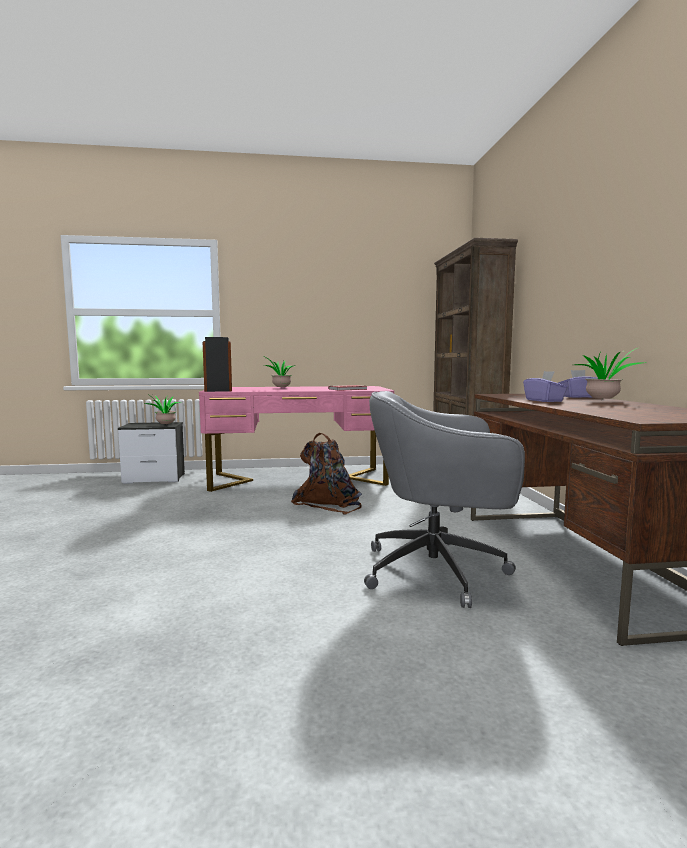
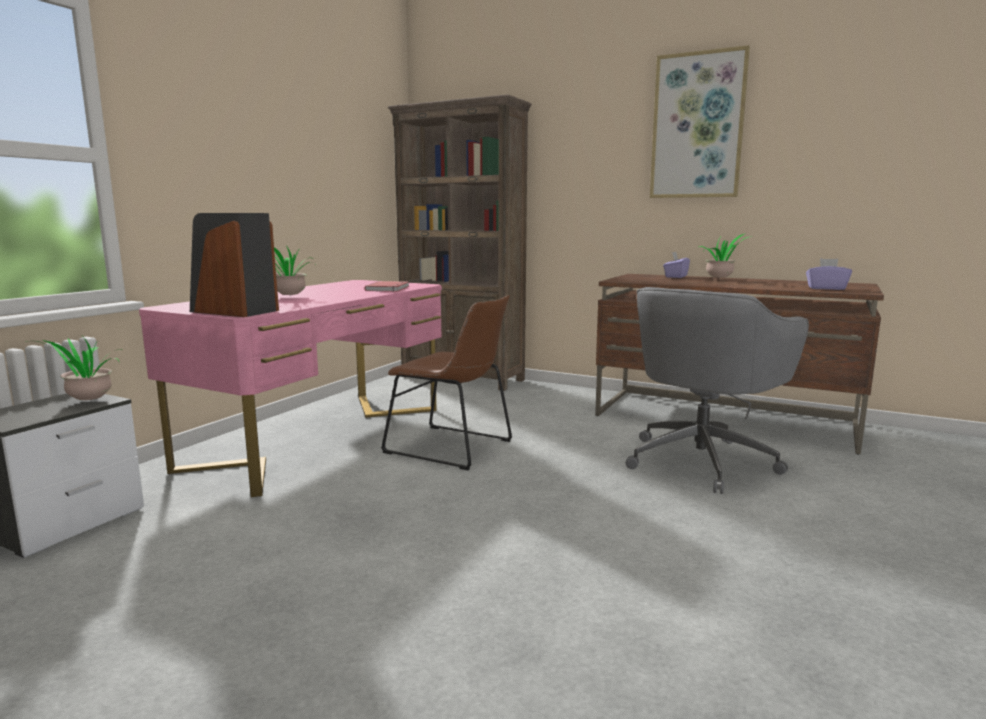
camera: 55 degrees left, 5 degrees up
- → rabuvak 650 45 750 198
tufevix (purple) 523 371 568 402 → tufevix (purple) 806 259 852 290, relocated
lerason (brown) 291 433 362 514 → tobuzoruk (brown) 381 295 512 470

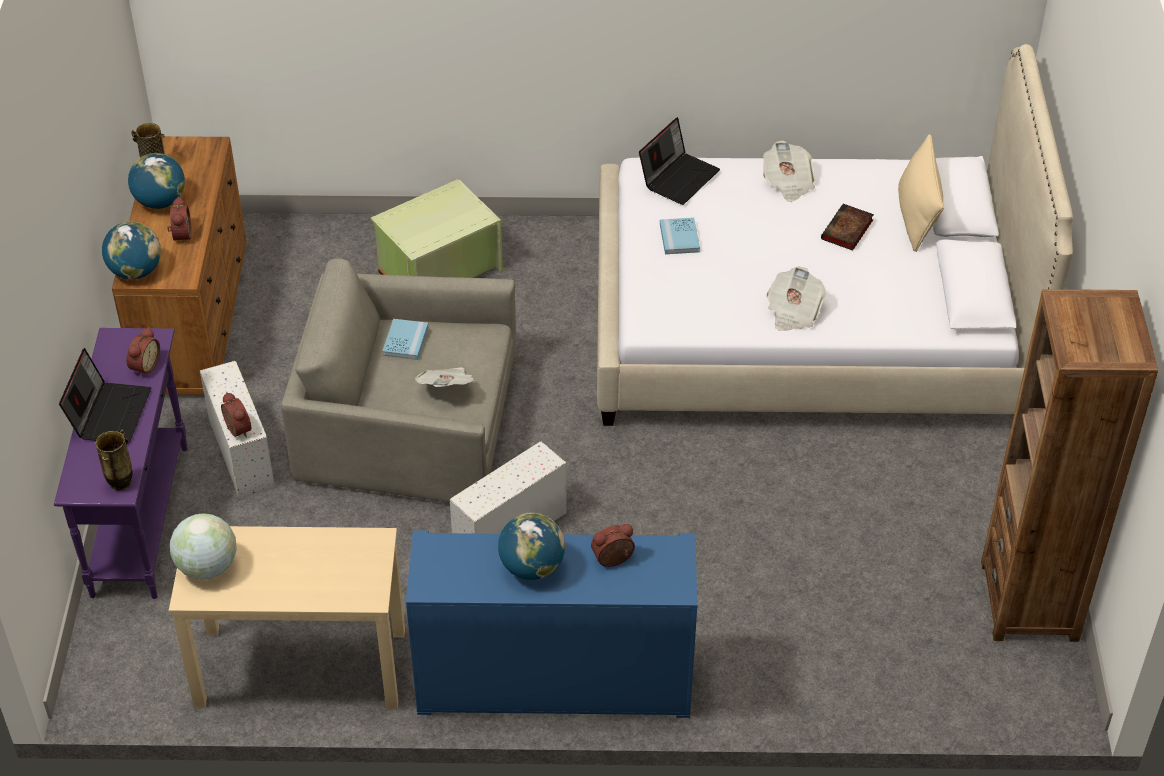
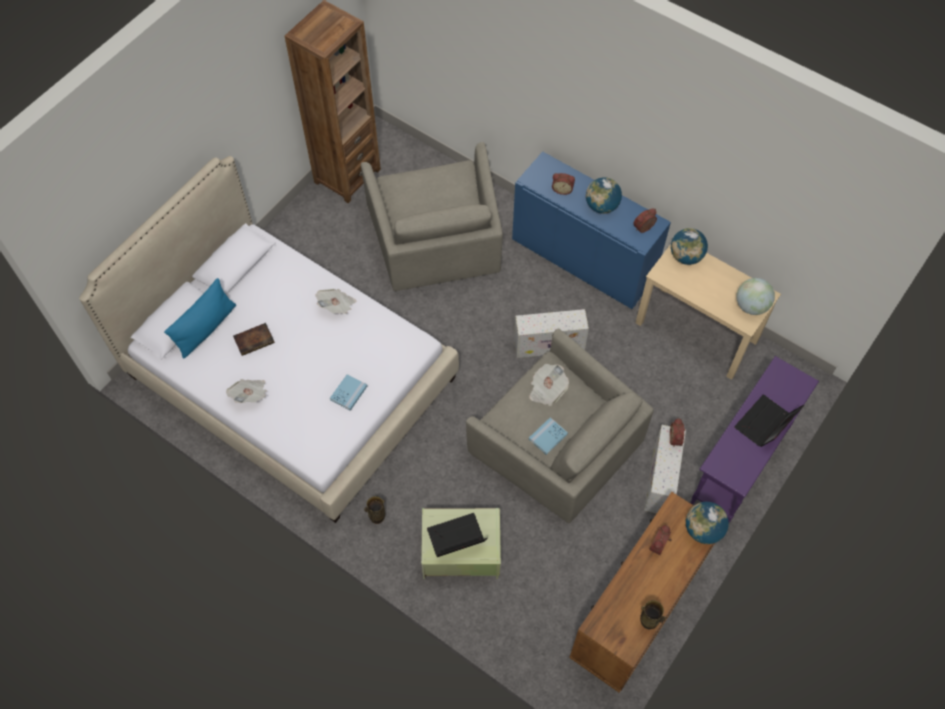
camera: 145 degrees left, 15 degrees up
- → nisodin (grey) 361 142 503 291
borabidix 96 429 133 491 → borabidix 364 496 385 524, relocated
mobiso 126 327 160 377 → mobiso 633 208 657 233, relocated
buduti 128 153 185 209 → buduti 671 228 708 265, relocated
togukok 639 117 720 205 → togukok 427 513 488 557, relocated
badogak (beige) 898 134 944 252 → badogak (blue) 164 278 236 359

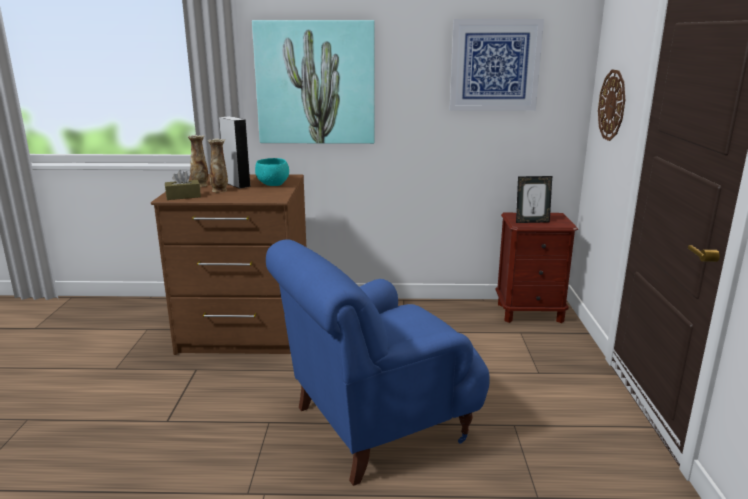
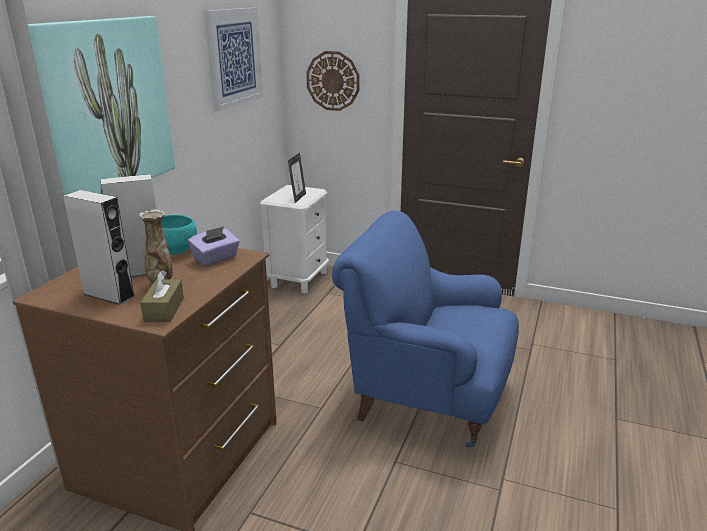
camera: 70 degrees left, 5 degrees up
- → tufevix (purple) 188 226 240 266
borabidix 187 135 209 187 → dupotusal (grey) 63 190 135 305
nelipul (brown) 496 213 578 323 → nelipul (white) 260 185 329 294
nisodin (blue) 266 239 490 486 → nisodin (blue) 332 211 519 448, 120 degrees clockwise

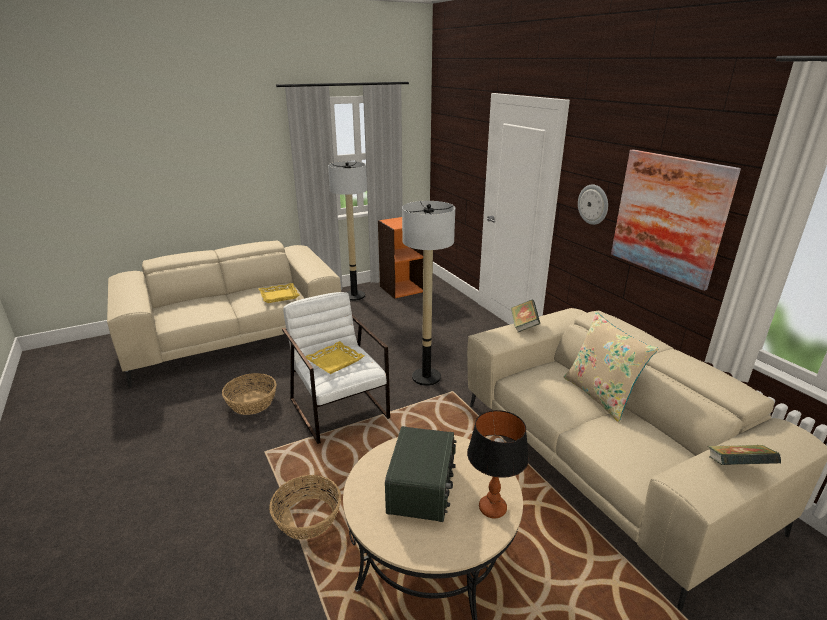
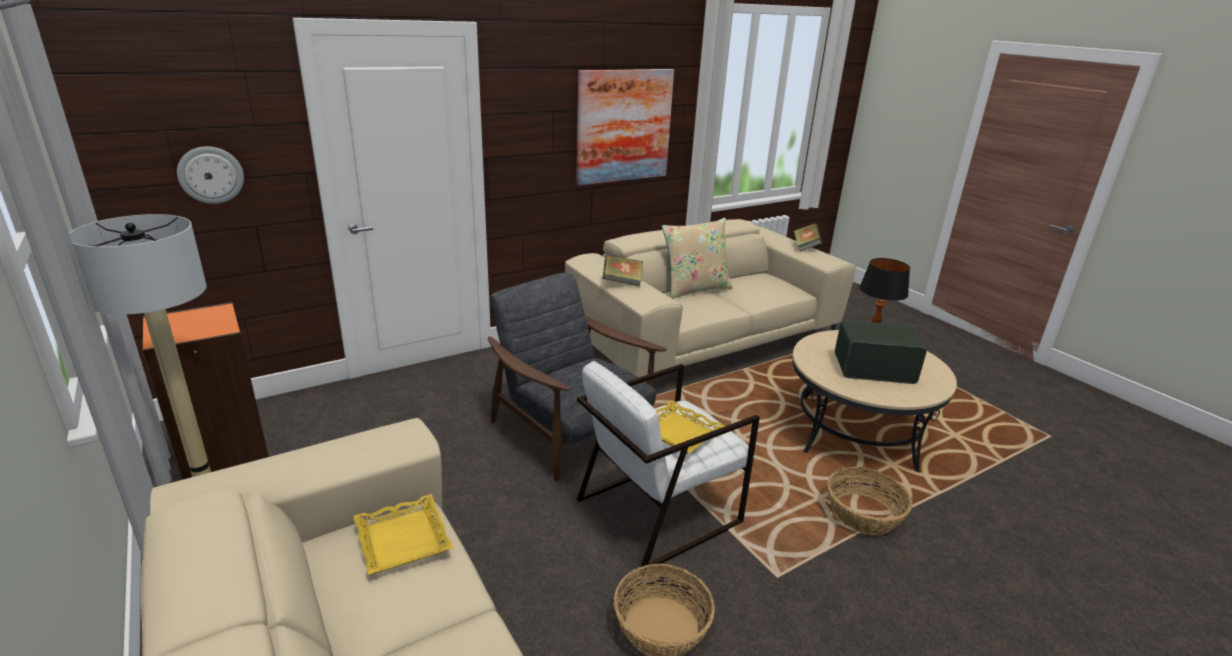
camera: 95 degrees left, 0 degrees up
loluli 578 184 608 225 → loluli 177 146 244 204, relocated
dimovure 402 201 455 386 → nisodin (grey) 488 272 667 481

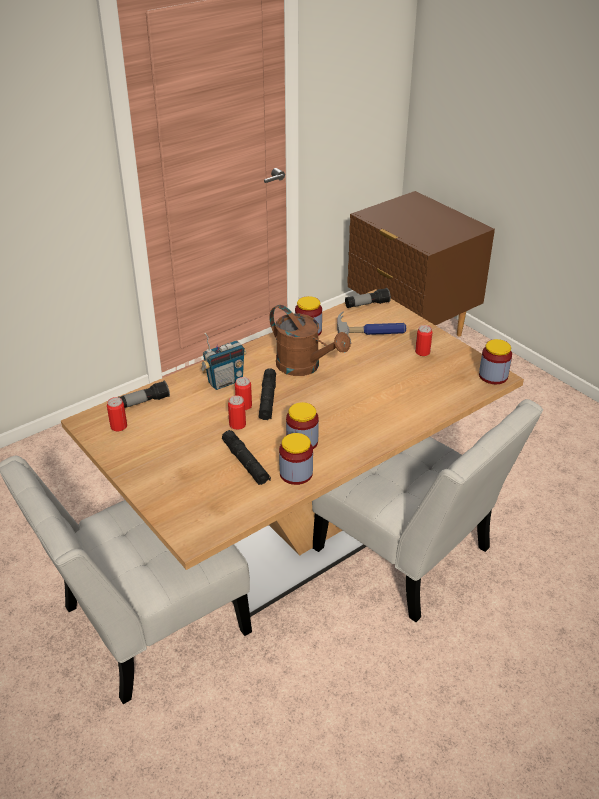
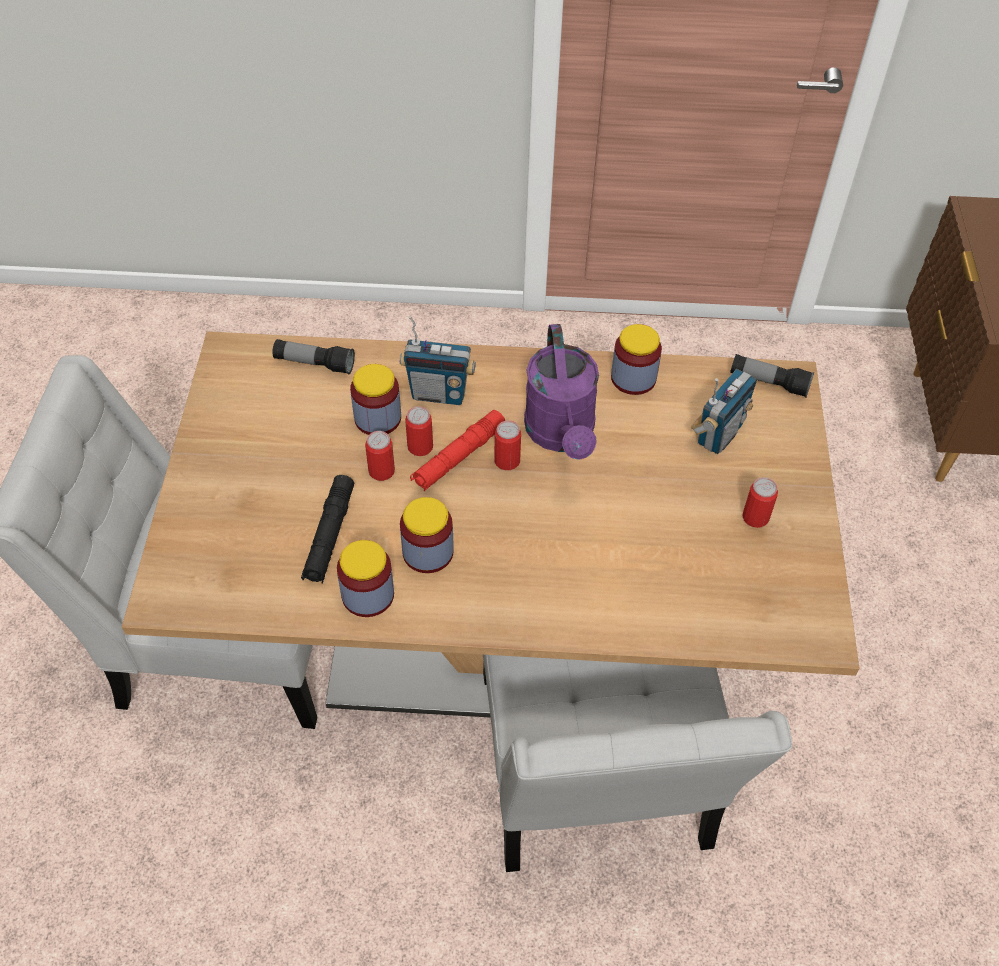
camera: 40 degrees right, 15 degrees up
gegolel 107 397 127 431 → gegolel 494 421 521 470, relocated
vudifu 479 339 512 384 → vudifu 350 364 401 435, relocated
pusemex 337 312 406 345 → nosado 691 369 757 454
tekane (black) 258 368 276 420 → tekane (red) 410 410 505 491
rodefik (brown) 269 305 351 376 → rodefik (purple) 524 324 599 460

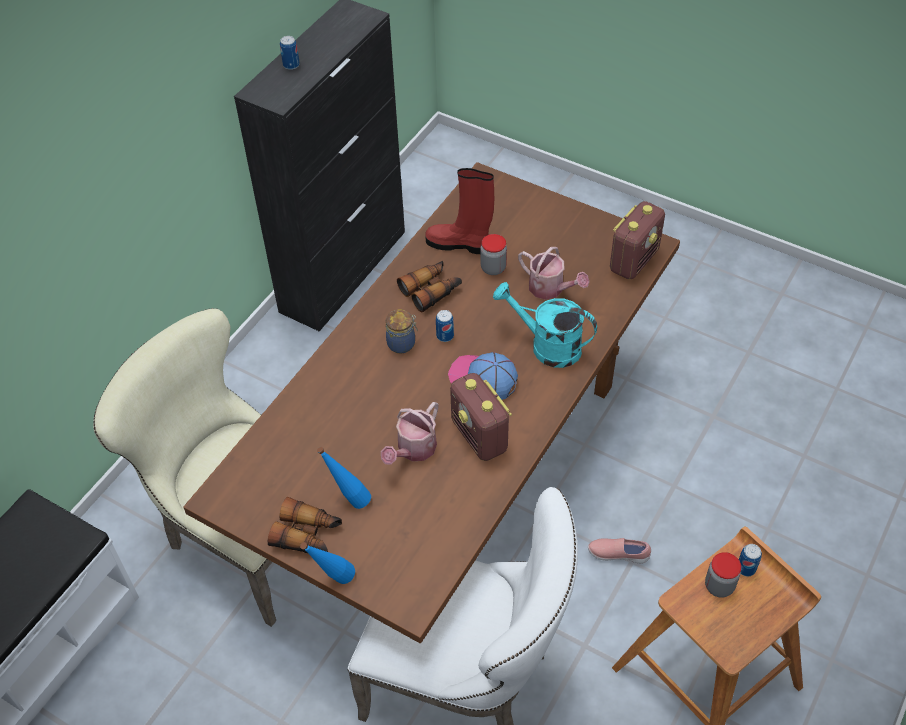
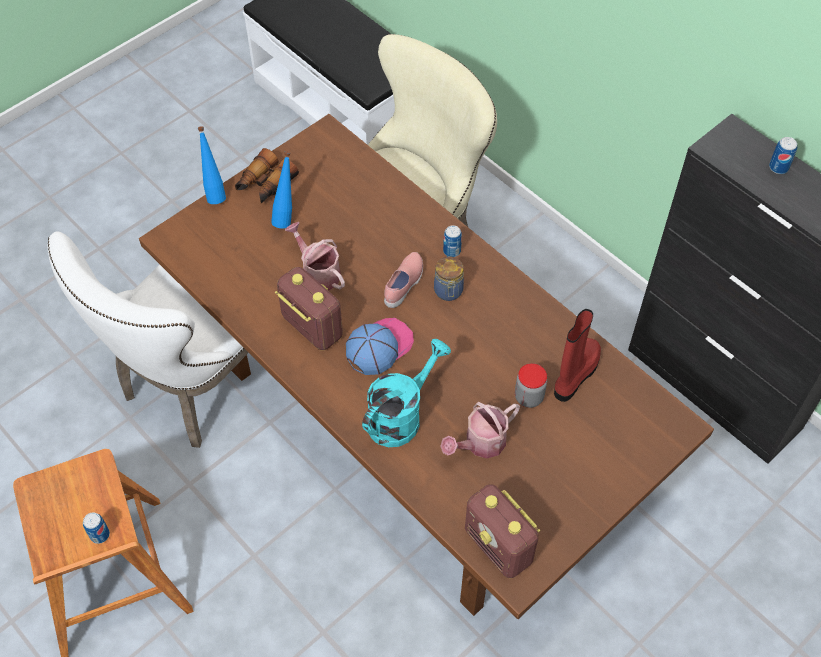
camera: 105 degrees right, 5 degrees up
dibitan 397 261 462 312 → -
vudifu 705 552 741 598 → -
gegolel 436 310 454 342 → gegolel 443 225 462 257, relocated
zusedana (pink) 588 538 651 564 → zusedana (pink) 384 252 423 308, relocated
nosado 450 373 512 461 → nosado 275 267 343 350, 60 degrees clockwise

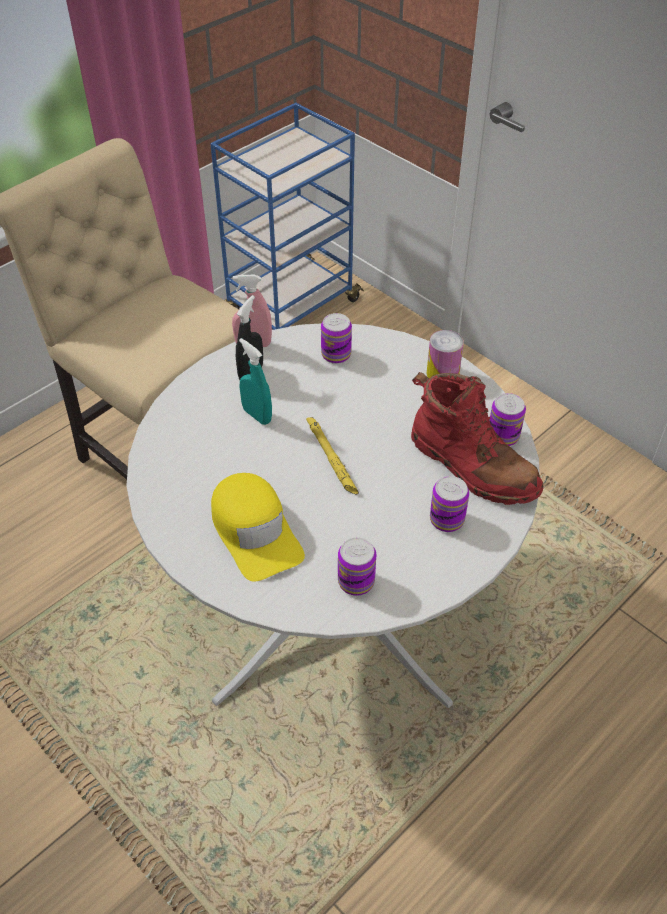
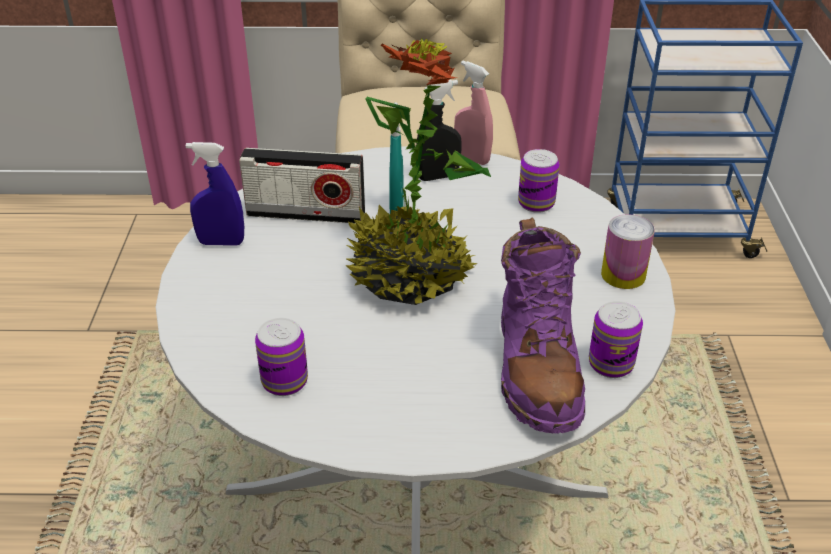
camera: 45 degrees right, 10 degrees down
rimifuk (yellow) 211 473 305 582 → -
gegolel 430 476 469 532 → -
- → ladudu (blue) 186 142 244 245
- → nosado 239 148 365 224
tekane (yellow) 306 417 359 494 → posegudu 345 39 491 305
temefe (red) 411 372 543 505 → temefe (purple) 501 217 585 434

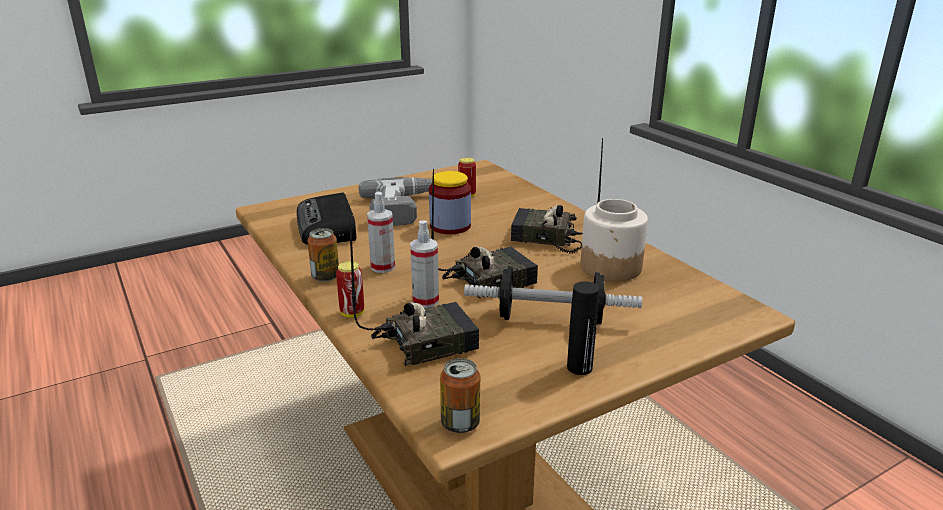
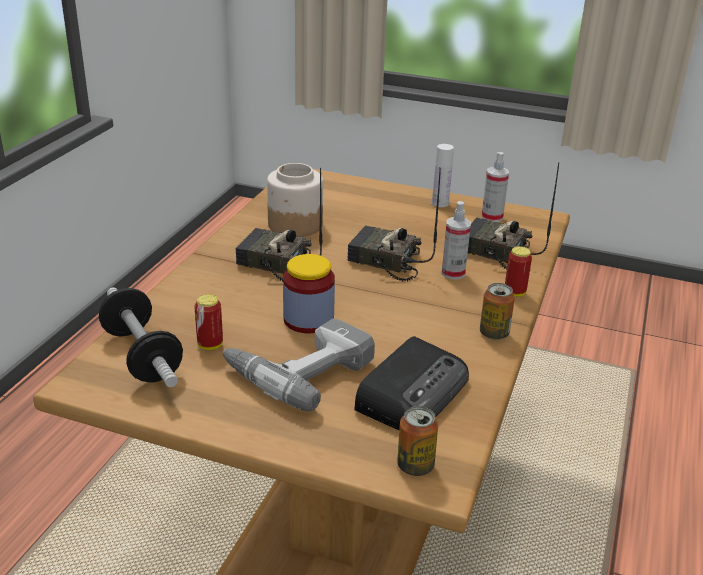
camera: 130 degrees left, 5 degrees up
ladudu 367 192 395 273 → ladudu 481 152 509 222, relocated
gegolel 440 358 480 433 → gegolel 397 406 438 476, relocated
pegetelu 464 267 642 325 → pegetelu 99 287 183 387, relocated
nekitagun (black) 567 281 599 375 → nekitagun (white) 432 144 454 207
nosado 511 138 603 254 → nosado 236 168 322 282, 135 degrees clockwise

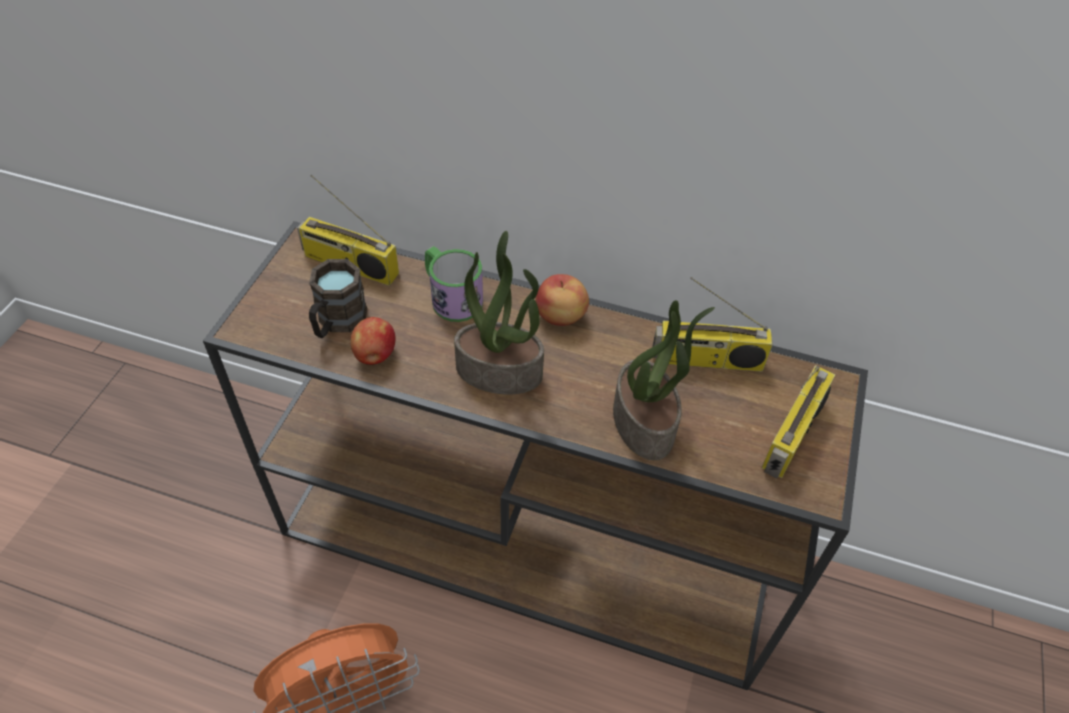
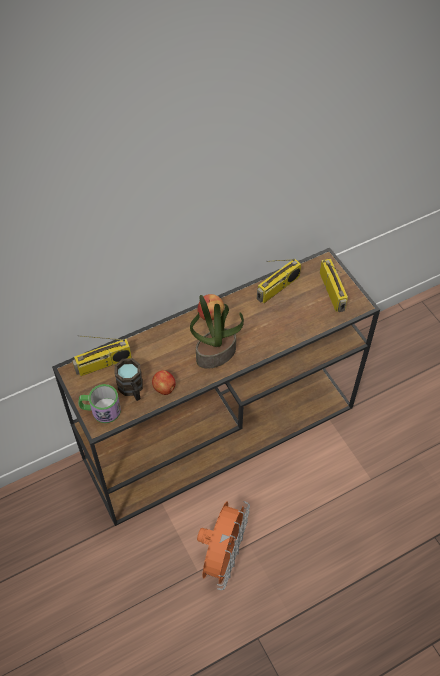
camera: 45 degrees left, 5 degrees up
posegudu 613 300 715 460 → -
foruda 425 246 483 322 → foruda 78 384 121 423, relocated

